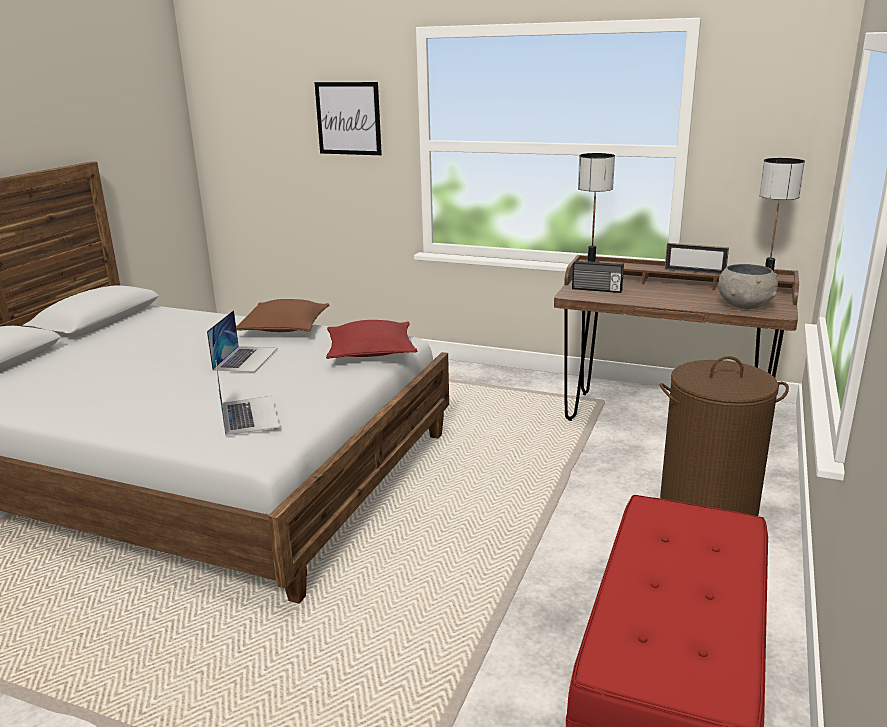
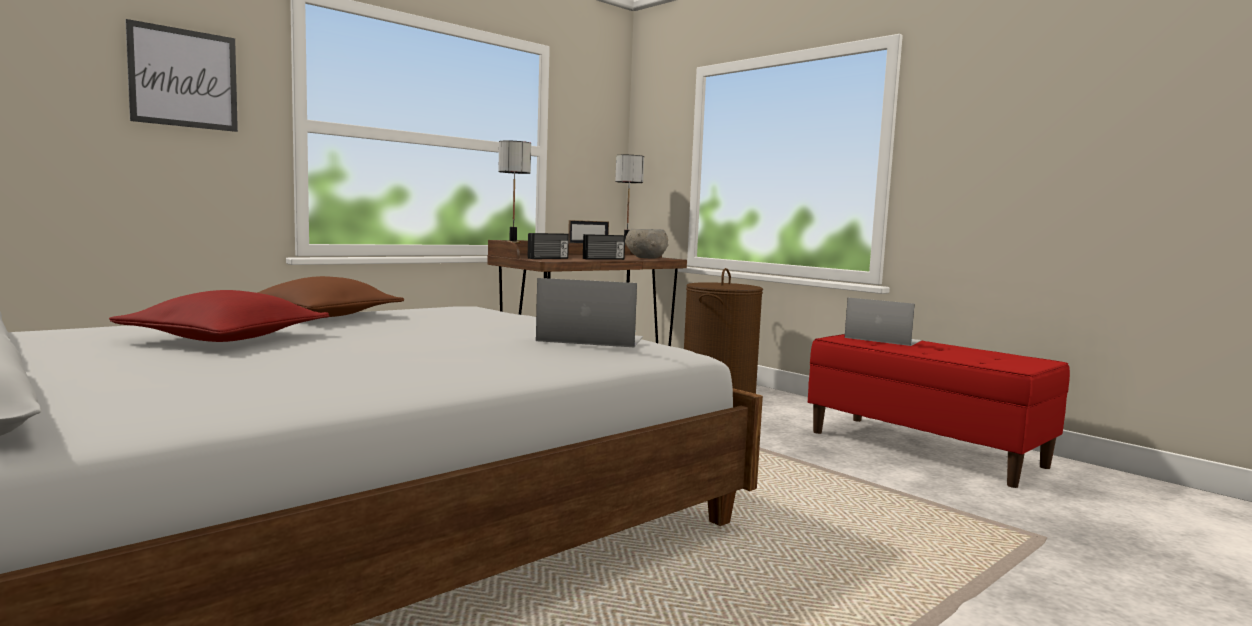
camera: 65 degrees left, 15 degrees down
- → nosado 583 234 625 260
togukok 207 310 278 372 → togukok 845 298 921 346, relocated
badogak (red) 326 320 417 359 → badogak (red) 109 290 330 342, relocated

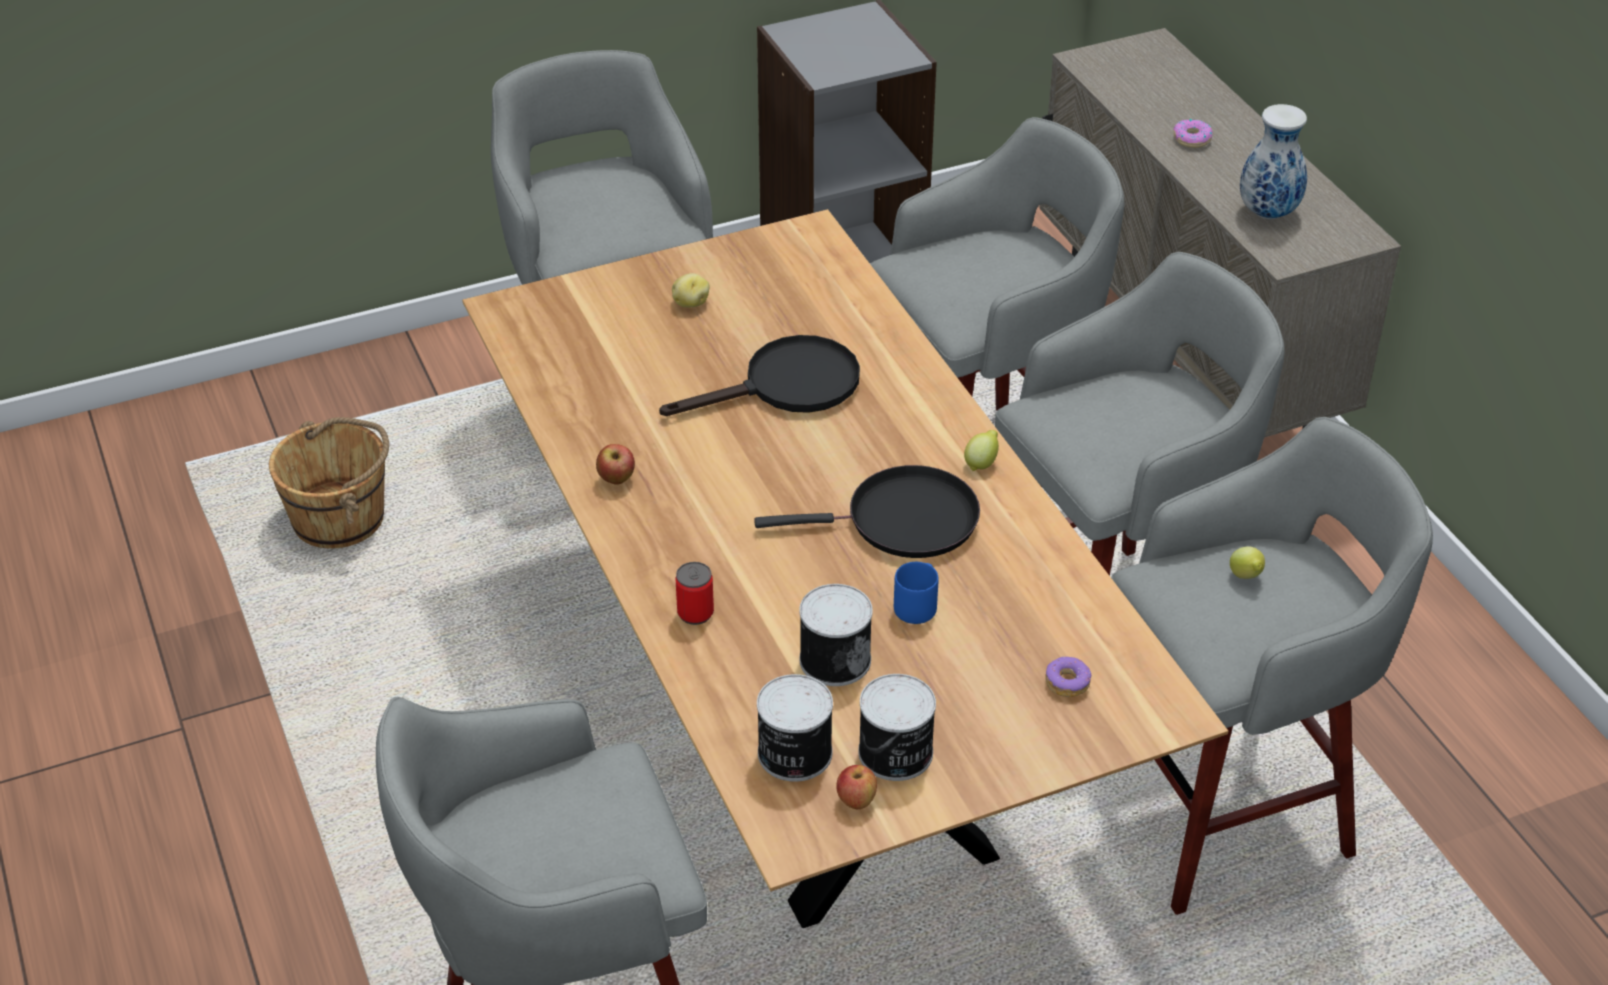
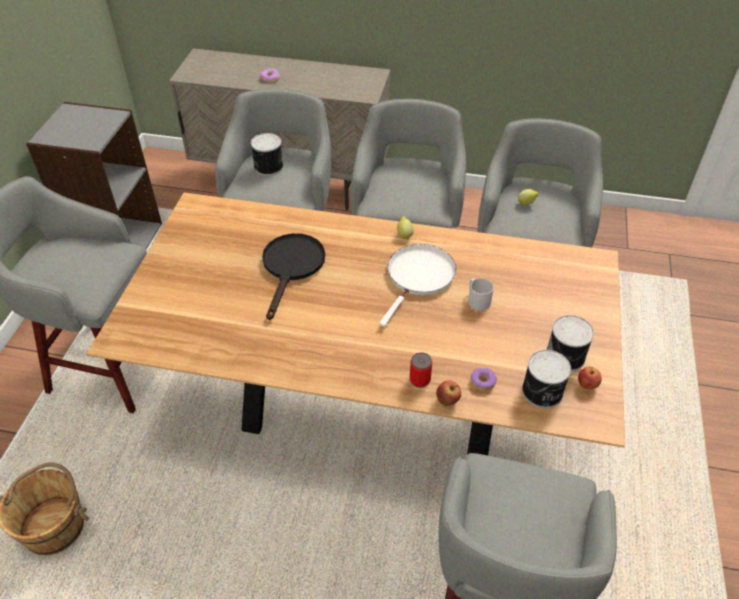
camera: 55 degrees left, 5 degrees up
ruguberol 672 273 710 307 → -
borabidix 1240 104 1307 219 → -
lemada 596 444 635 485 → lemada 436 380 461 406, relocated
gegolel 799 584 873 686 → gegolel 251 133 284 176, relocated
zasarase 1045 657 1092 697 → zasarase 471 368 497 392, relocated
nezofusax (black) 754 465 980 558 → nezofusax (white) 379 244 456 327
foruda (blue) 894 562 939 624 → foruda (grey) 468 278 494 311

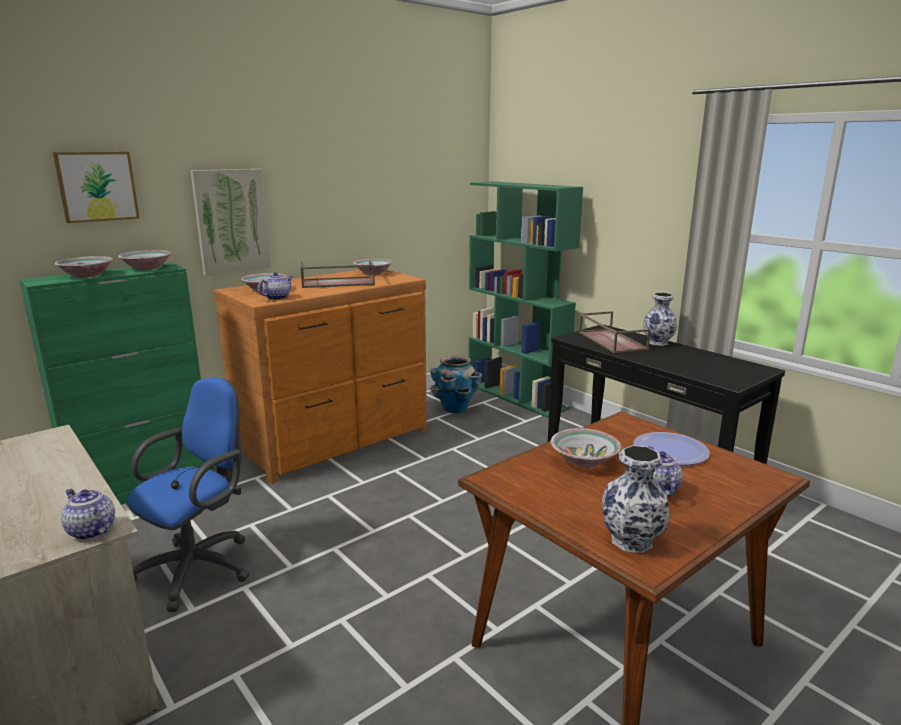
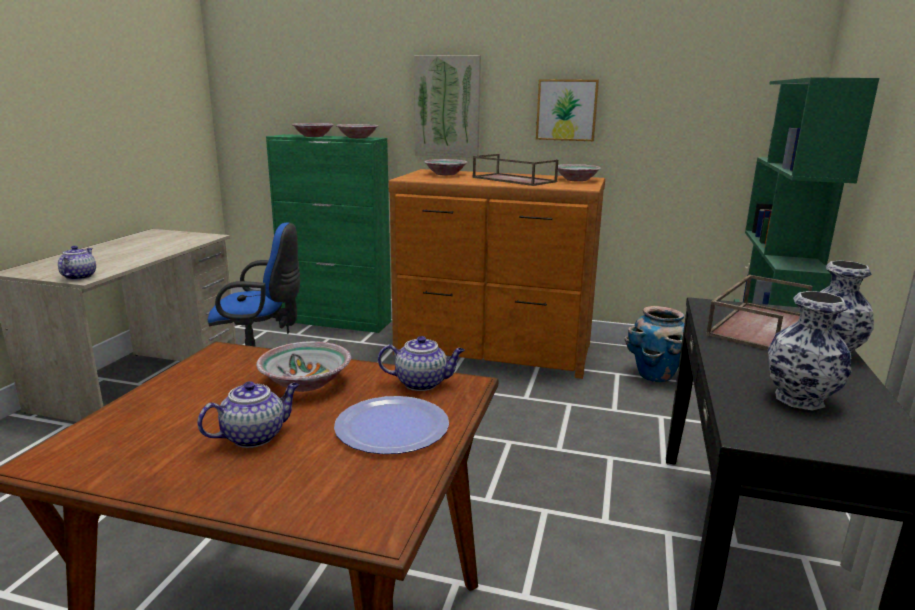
camera: 55 degrees right, 0 degrees up
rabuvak 53 152 140 223 → rabuvak 536 79 599 141, relocated
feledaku 258 272 293 300 → feledaku 378 336 465 391, relocated
borabidix 602 445 670 553 → borabidix 768 291 851 411, relocated

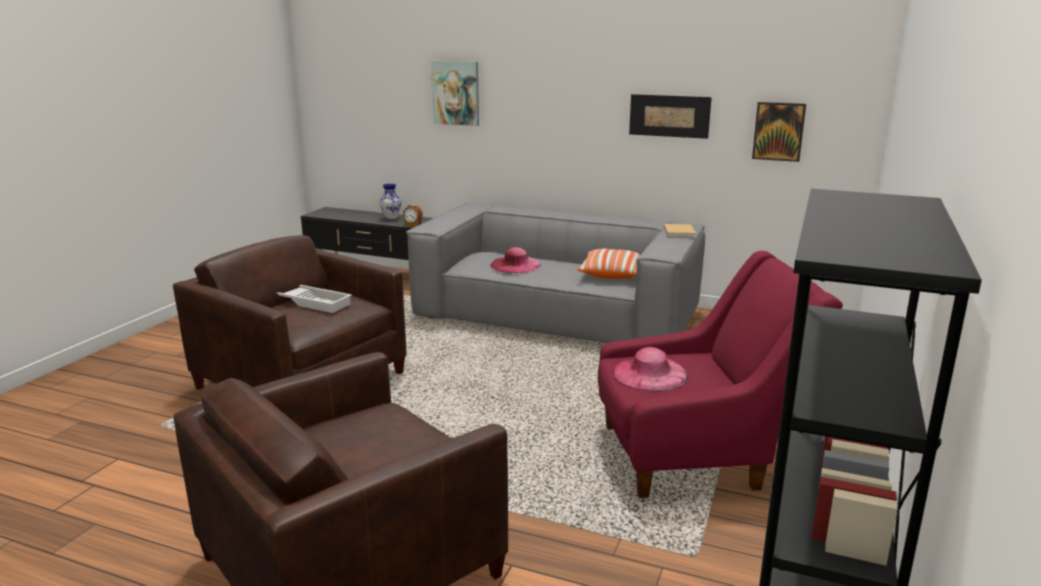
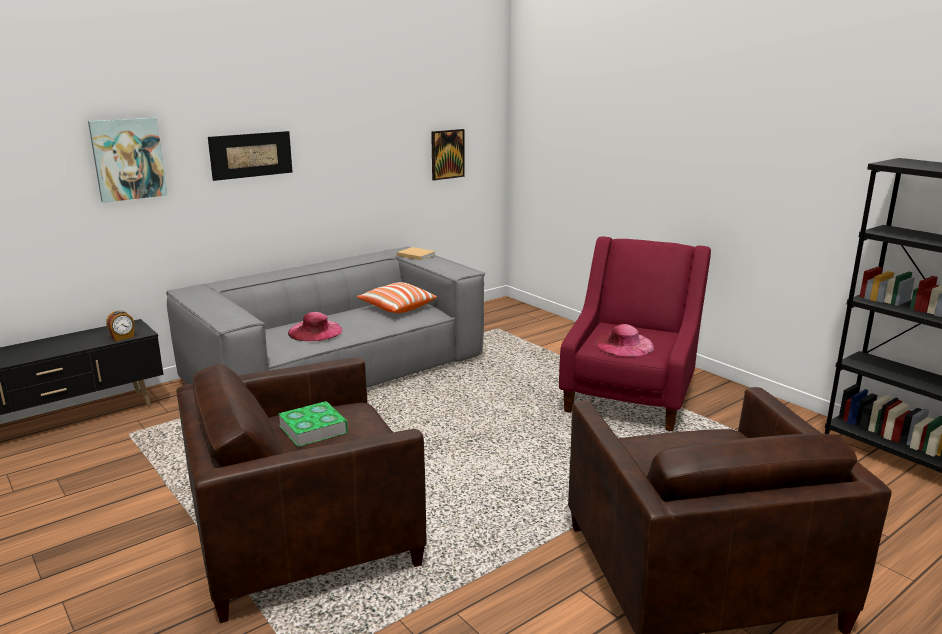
camera: 60 degrees left, 0 degrees up
borabidix 379 184 401 220 → -
rabuvak 629 94 712 139 → rabuvak 208 131 293 181, relocated
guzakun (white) 277 285 352 313 → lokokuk 278 401 348 447

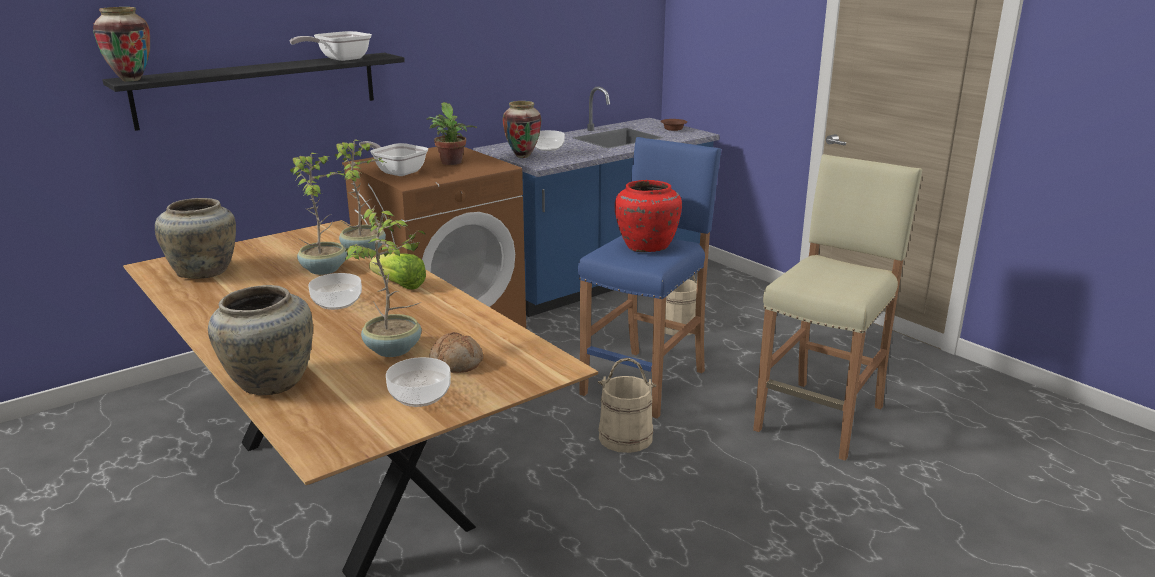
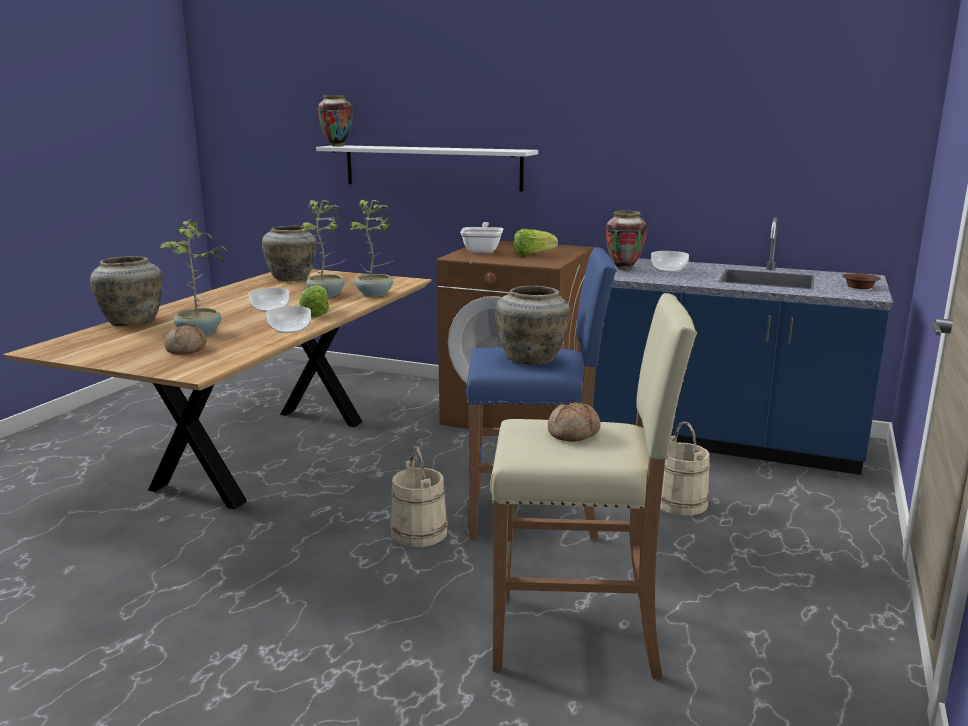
camera: 60 degrees right, 5 degrees down
nezofusax 290 31 372 61 → -
- → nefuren 548 402 601 442
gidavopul 386 357 451 407 → gidavopul 266 306 311 333, relocated
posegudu 426 102 477 165 → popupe 514 229 558 255
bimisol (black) 102 53 405 131 → bimisol (white) 316 145 538 192
borabidix (red) 615 180 682 252 → borabidix (beige) 495 286 570 365

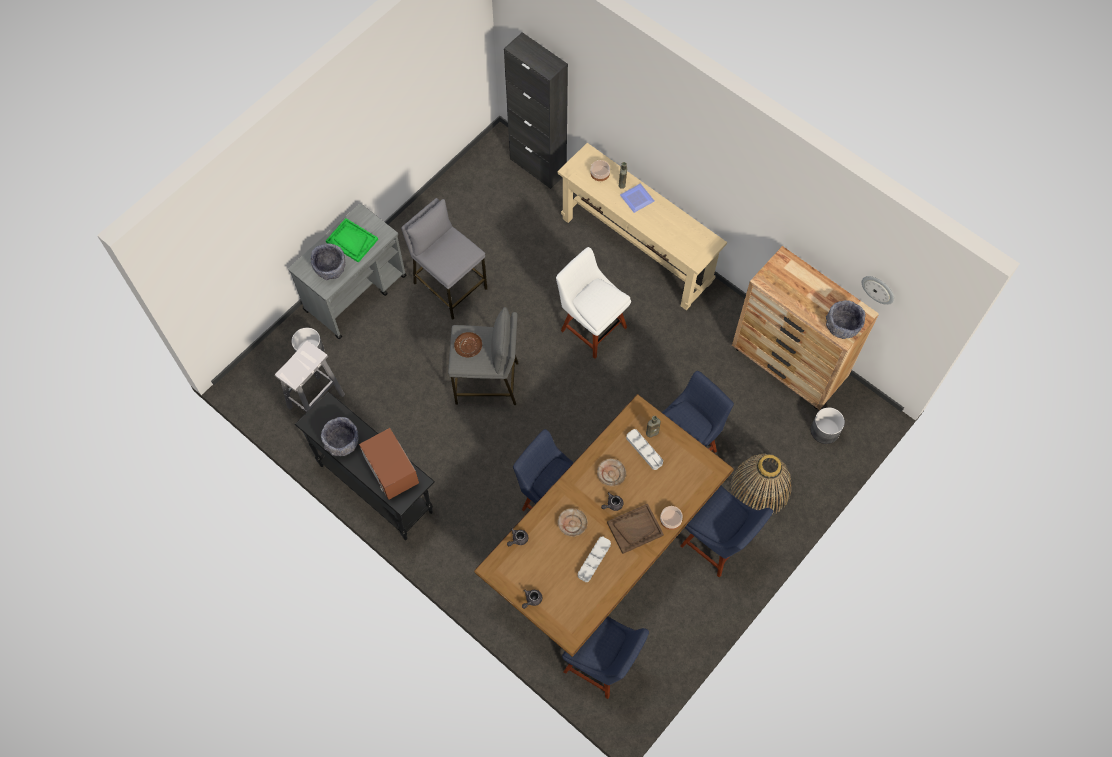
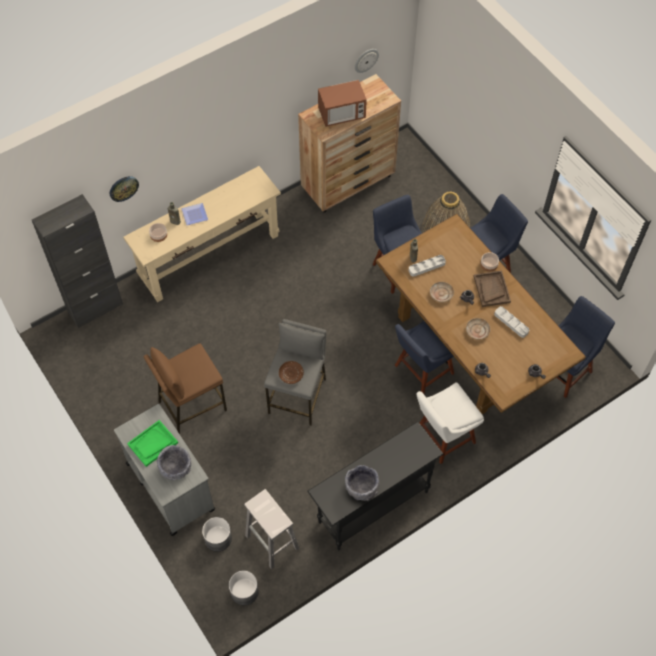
camera: 75 degrees left, 5 degrees down
gidavopul (grey) 826 300 866 339 → -
- → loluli 109 176 139 202
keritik 359 428 419 500 → keritik 318 80 367 127, relocated
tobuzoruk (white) 556 247 631 359 → tobuzoruk (white) 416 382 484 464, relocated
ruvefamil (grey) 811 407 845 444 → ruvefamil (grey) 229 570 259 605, relocated
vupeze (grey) 401 198 487 320 → vupeze (brown) 144 343 227 434

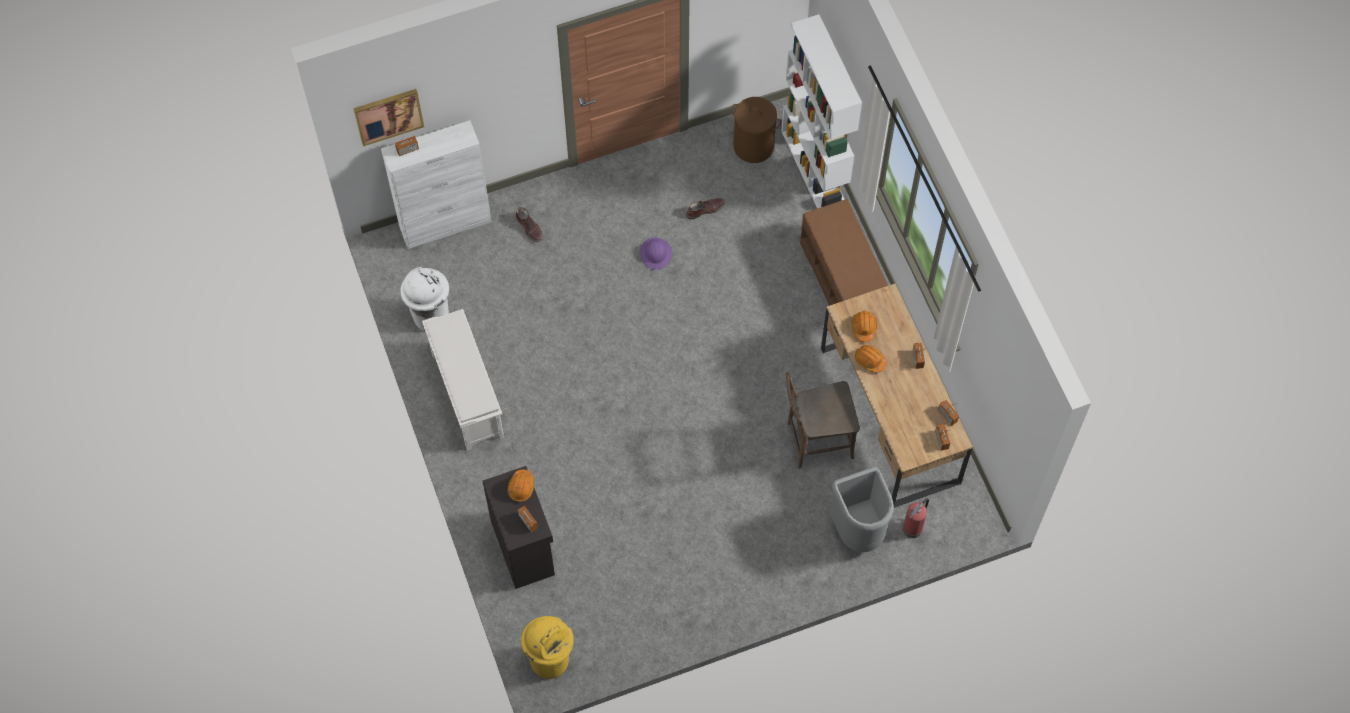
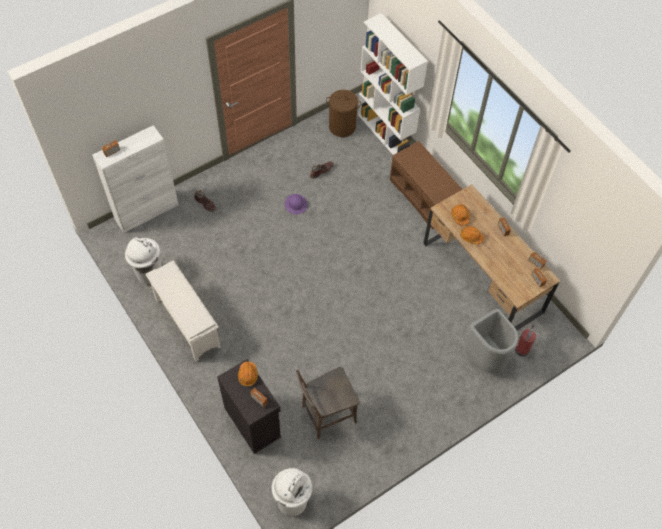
camera: 15 degrees left, 5 degrees down
rabuvak 353 89 424 146 → -
tobuzoruk (brown) 786 372 860 469 → tobuzoruk (brown) 296 367 359 439, relocated
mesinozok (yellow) 521 616 574 679 → mesinozok (white) 271 468 312 517

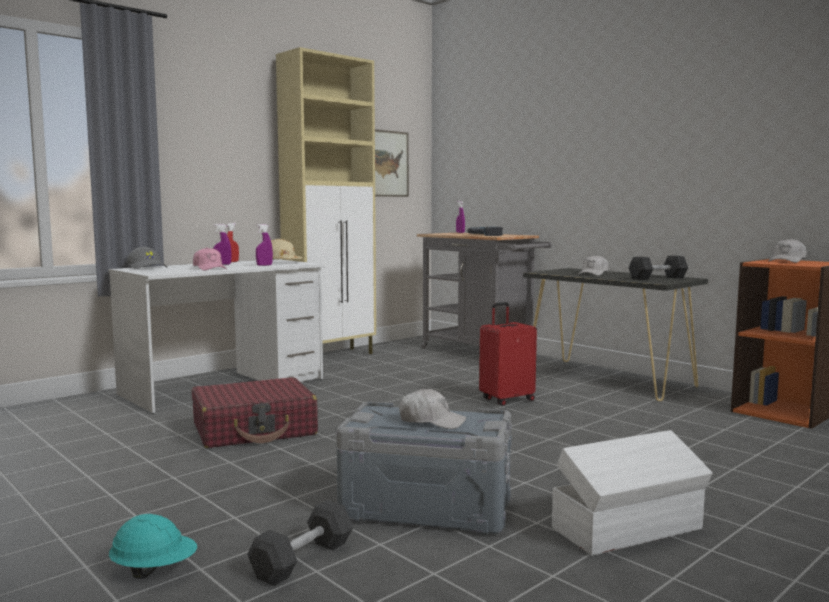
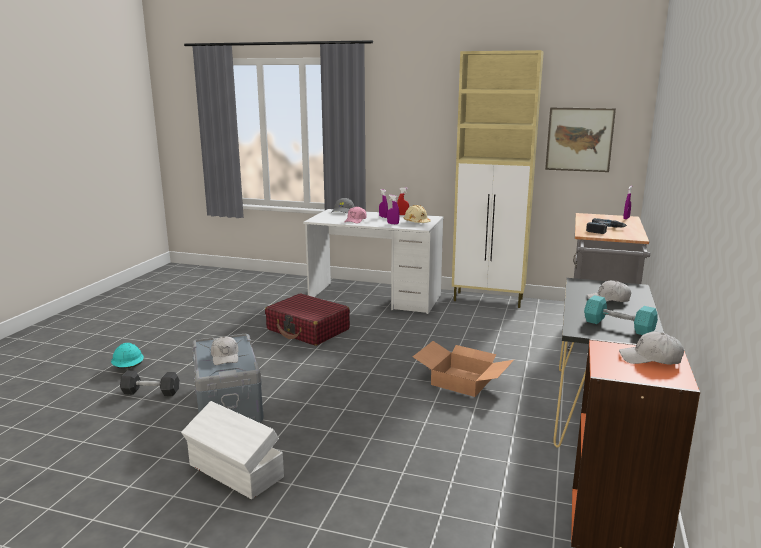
camera: 60 degrees right, 10 degrees up
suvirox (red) 479 302 537 406 → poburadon 413 341 514 397
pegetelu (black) 628 256 688 280 → pegetelu (turquoise) 584 295 658 335

